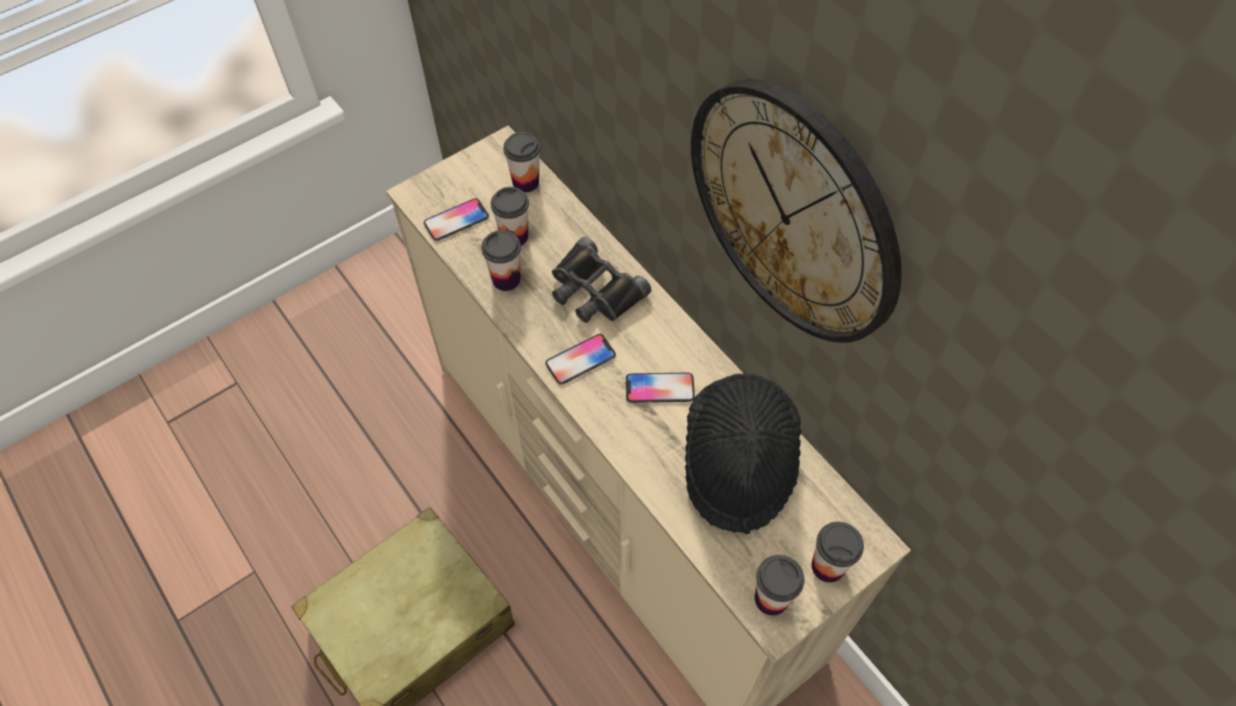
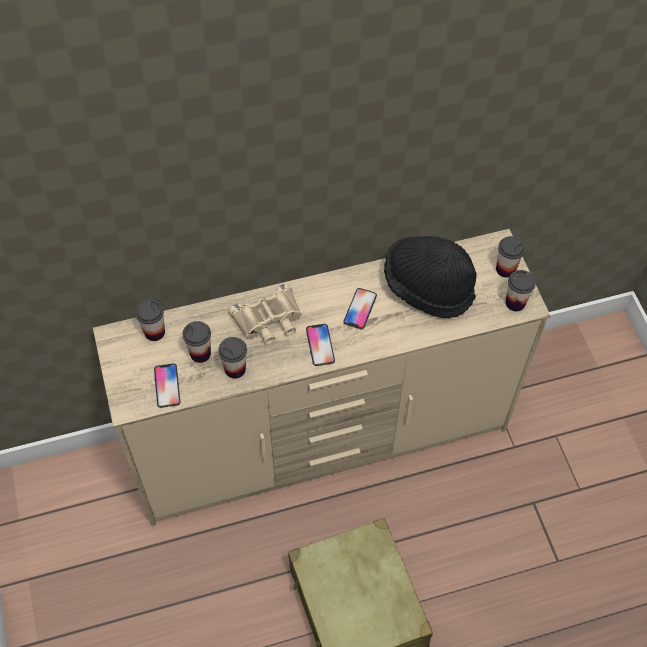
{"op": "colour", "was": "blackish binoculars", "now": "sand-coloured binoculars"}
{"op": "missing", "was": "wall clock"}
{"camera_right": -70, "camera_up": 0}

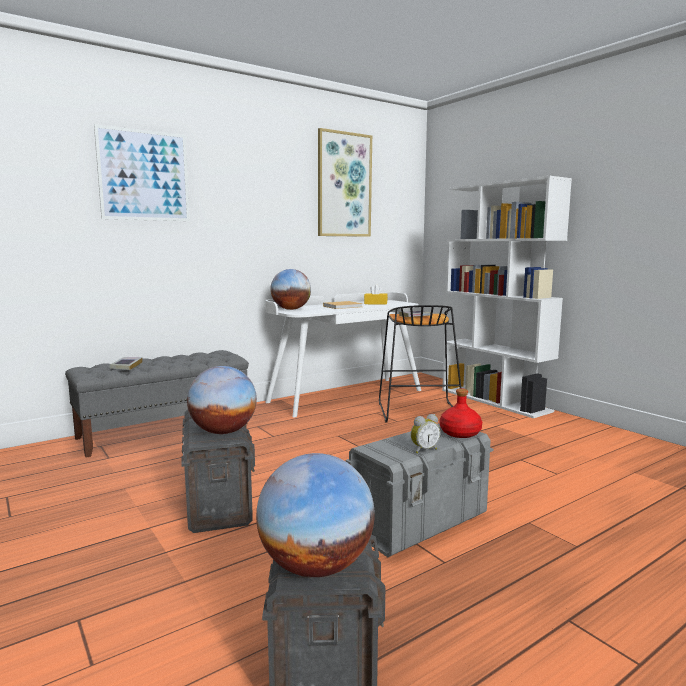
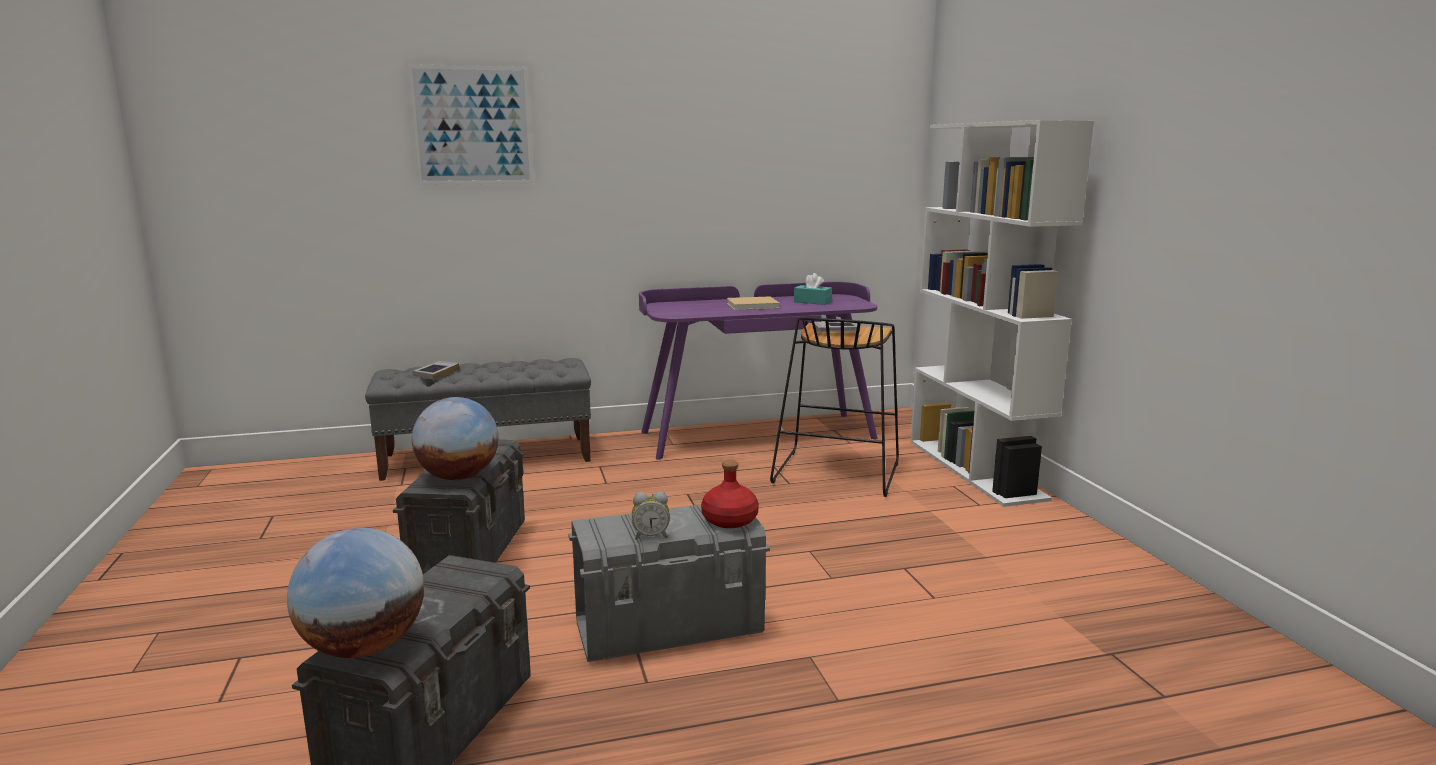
{"op": "colour", "was": "white desk", "now": "purple-coloured desk"}
{"op": "colour", "was": "yellow box of tissues", "now": "blue-green box of tissues"}
{"op": "missing", "was": "globe (no. 2 from left)"}
{"op": "missing", "was": "wall picture (no. 2 from left)"}
{"camera_right": 20, "camera_up": 5}

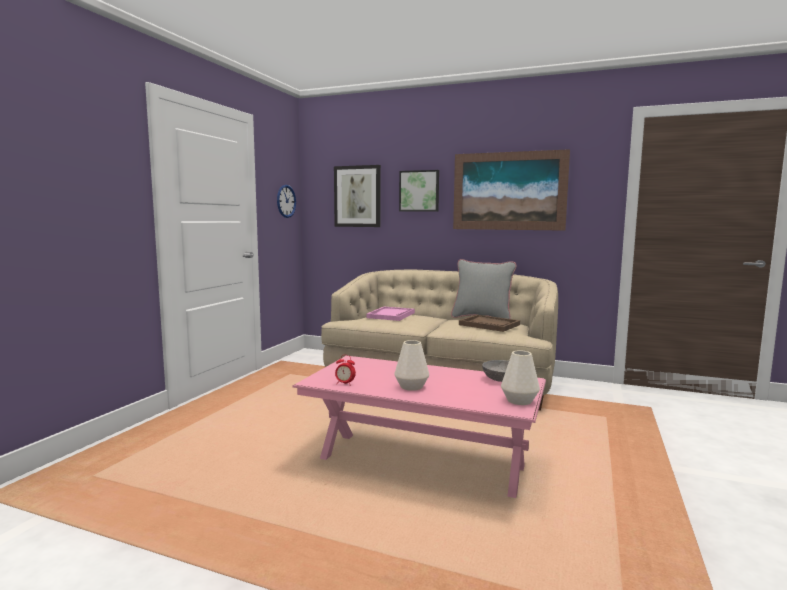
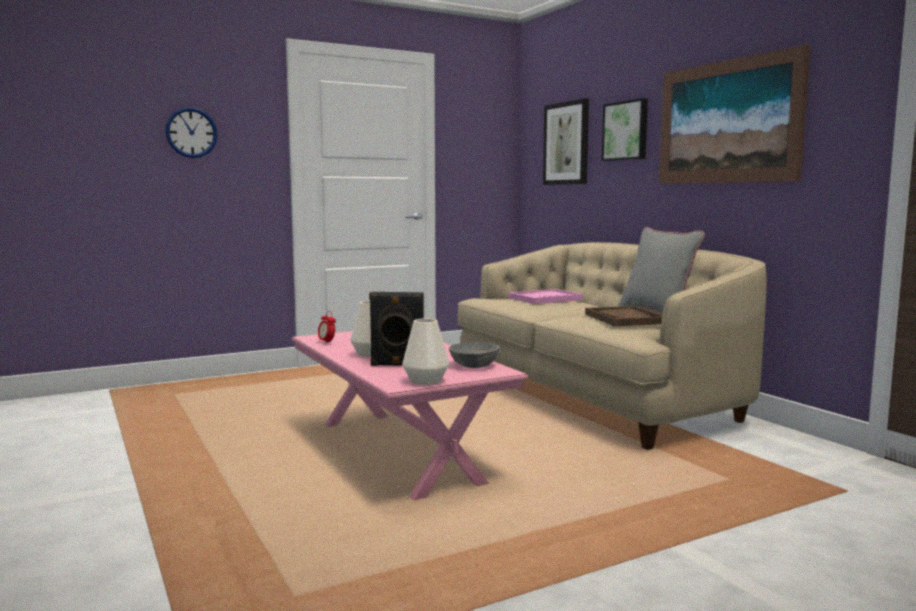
{"op": "relocated", "was": "wall clock"}
{"op": "appeared", "now": "blackish loudspeaker"}
{"camera_right": 40, "camera_up": 0}

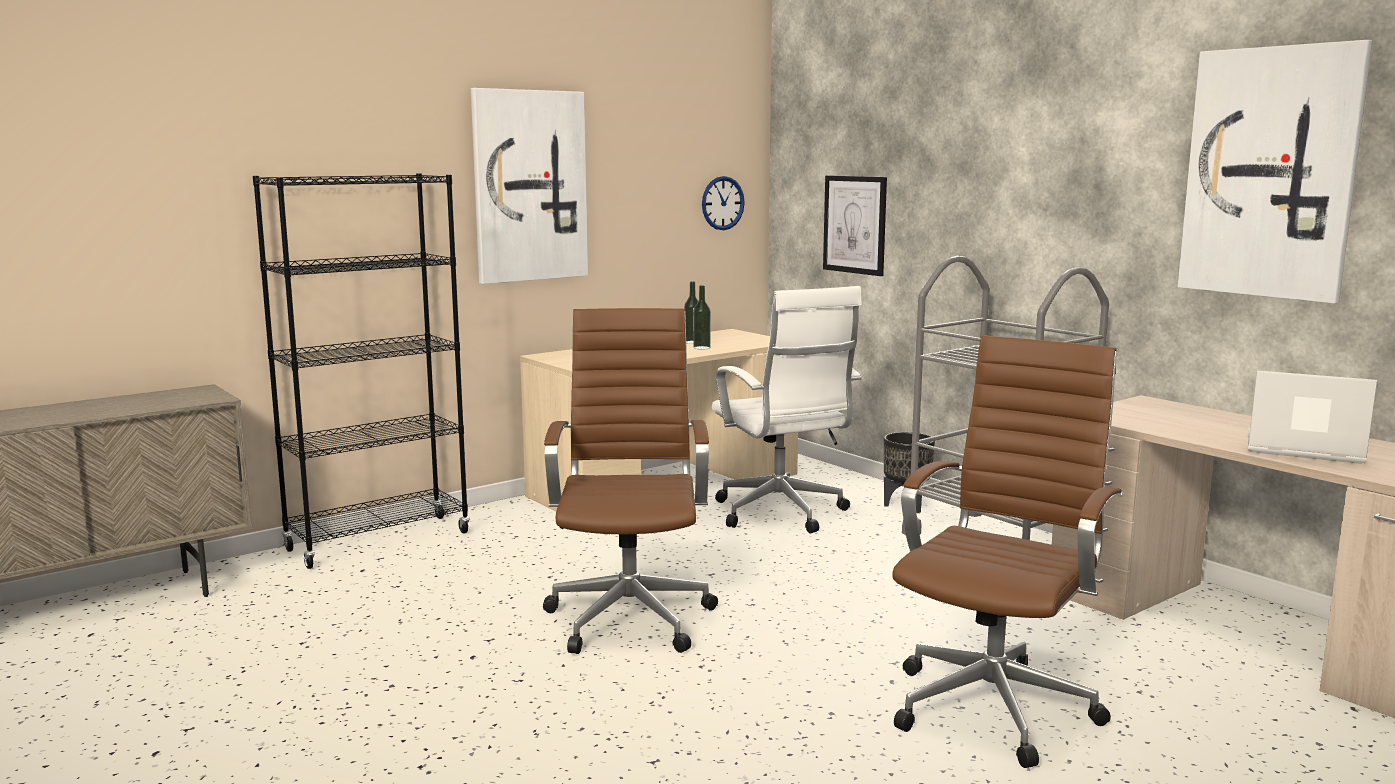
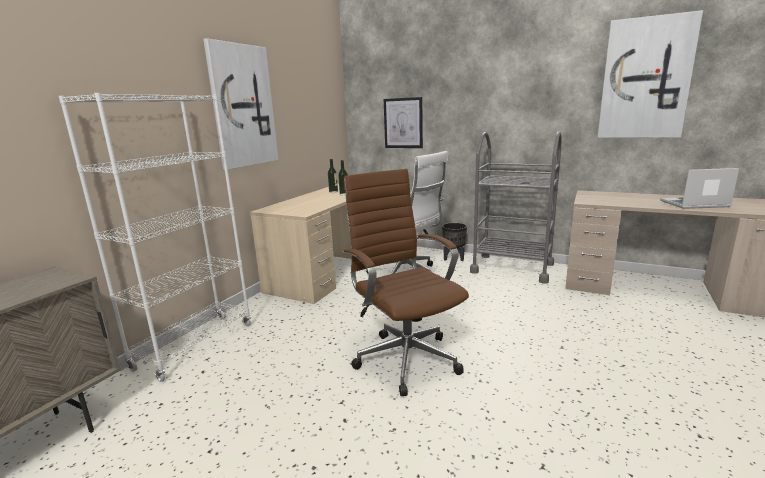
{"op": "colour", "was": "blackish bookcase", "now": "white bookcase"}
{"op": "missing", "was": "wall clock"}
{"op": "missing", "was": "brown desk chair (no. 2 from left)"}
{"camera_right": -25, "camera_up": 5}

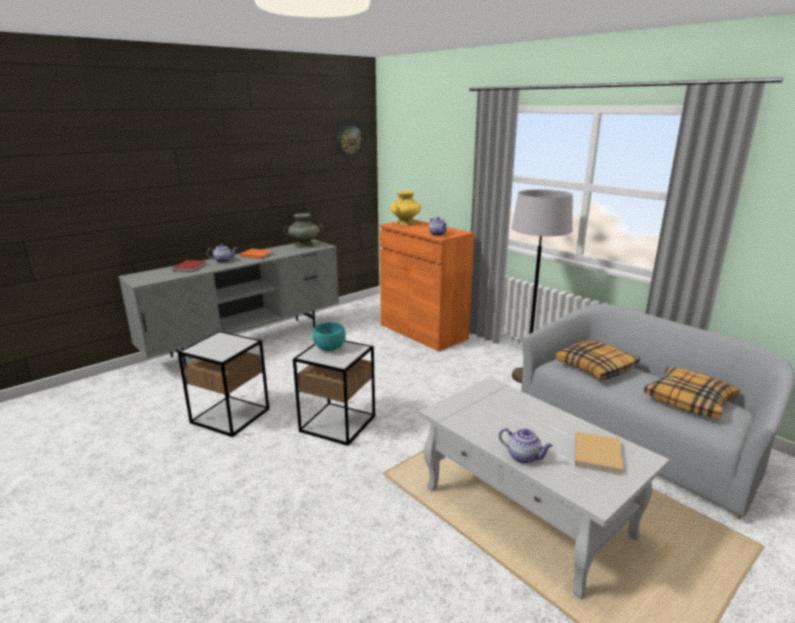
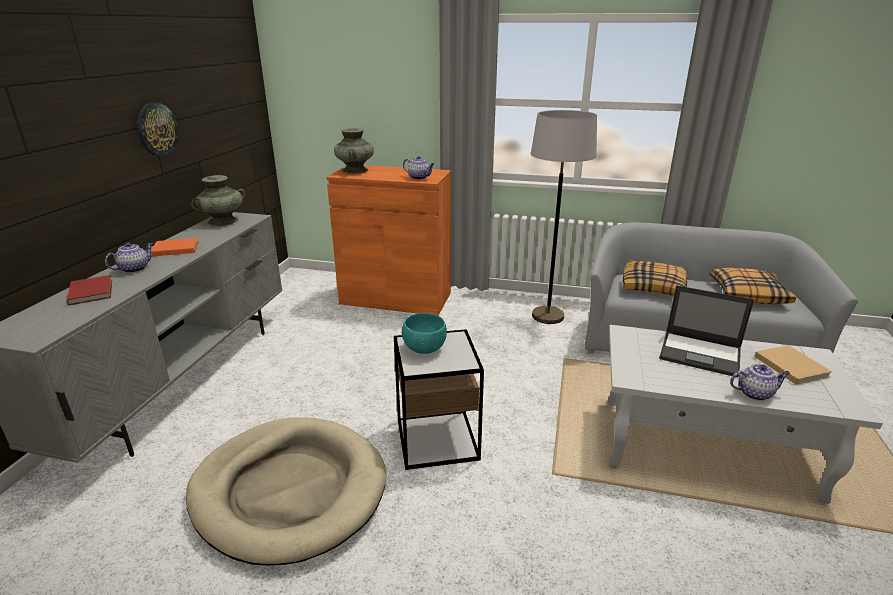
{"op": "relocated", "was": "wall clock"}
{"op": "exchanged", "was": "side table (no. 1 from left)", "now": "sand-coloured pet bed"}
{"op": "colour", "was": "yellow flower vase", "now": "blue-green flower vase (no. 2 from left)"}
{"op": "appeared", "now": "notebook computer"}
{"camera_right": -35, "camera_up": 5}

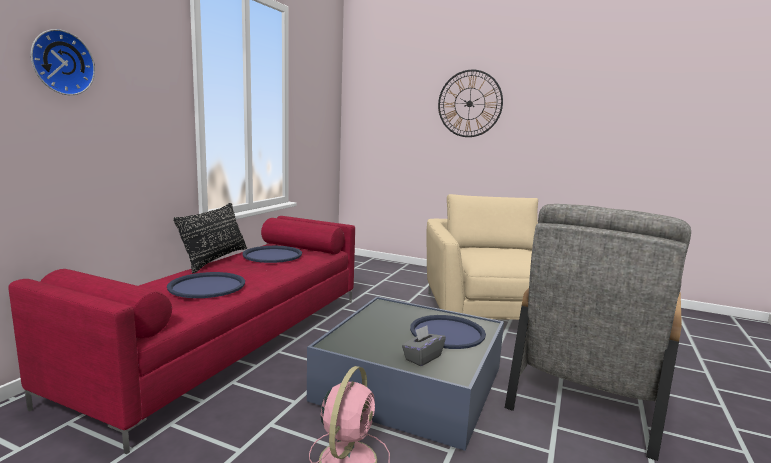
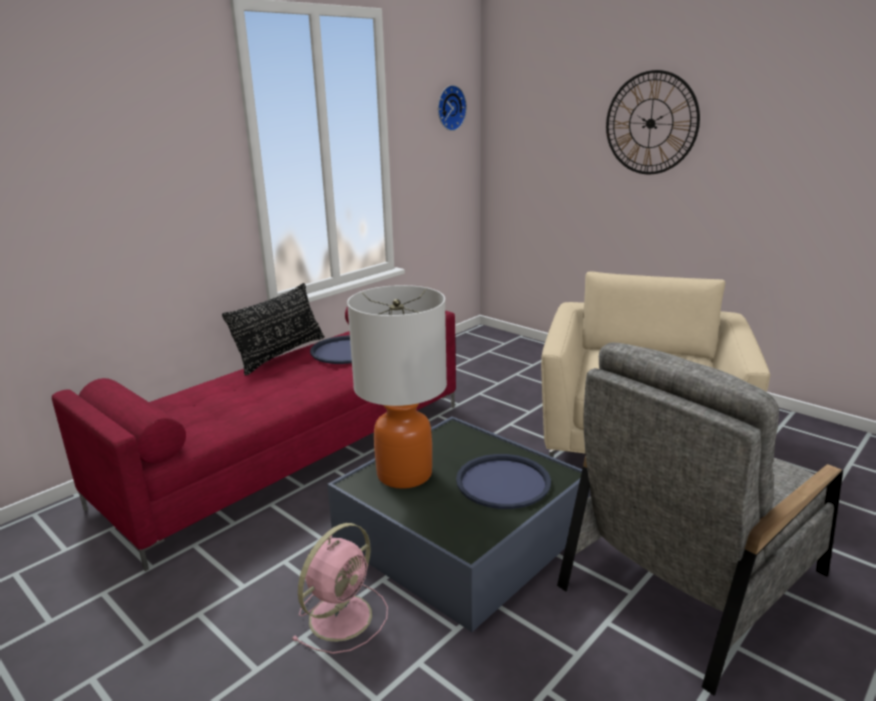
{"op": "appeared", "now": "lamp for a table"}
{"op": "relocated", "was": "wall clock (no. 1 from left)"}
{"op": "missing", "was": "blue tray (no. 1 from left)"}
{"op": "missing", "was": "greyish box of tissues"}
{"camera_right": 20, "camera_up": 10}

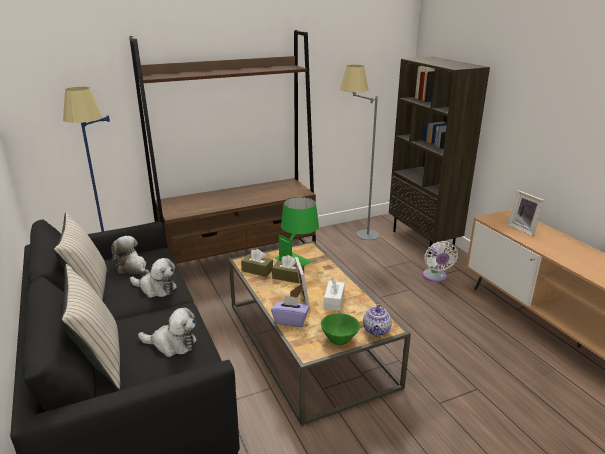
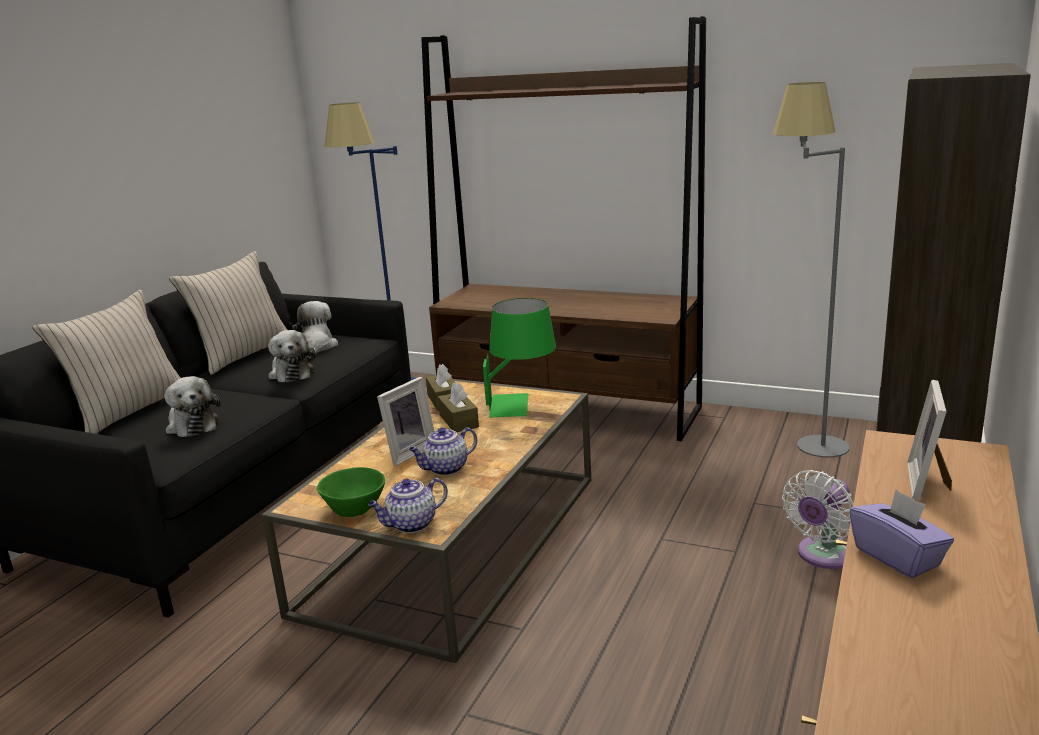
{"op": "exchanged", "was": "white box of tissues", "now": "pot for tea (no. 2 from left)"}
{"op": "relocated", "was": "purple-coloured box of tissues"}
{"camera_right": 50, "camera_up": -5}

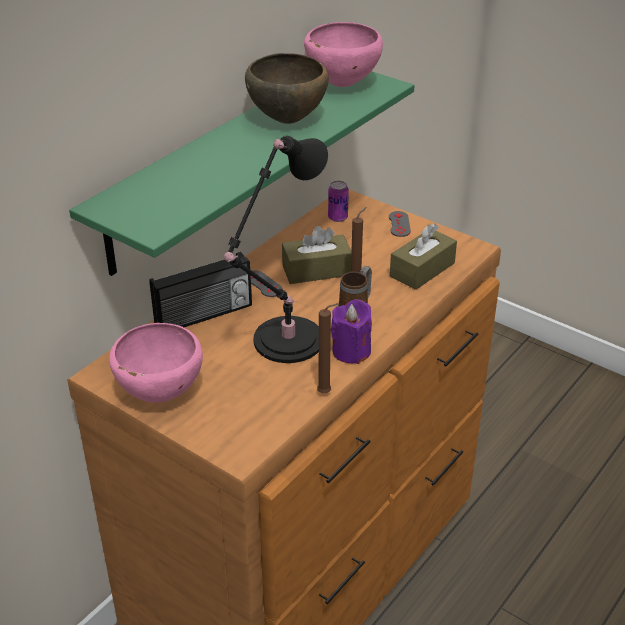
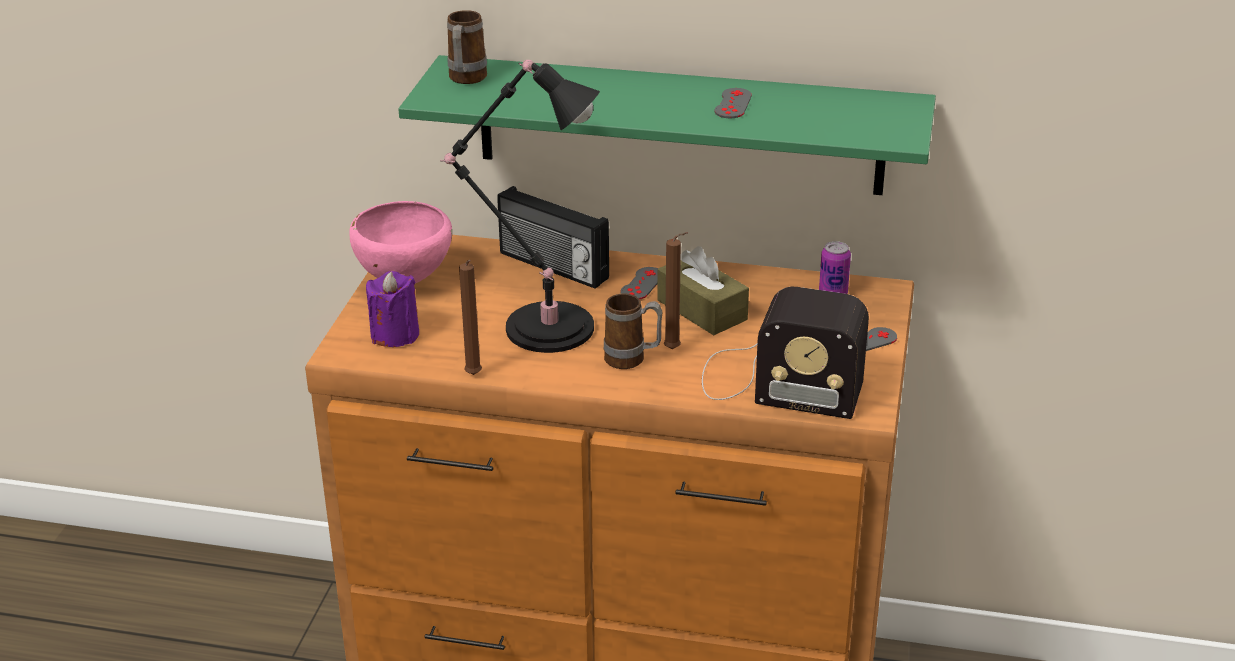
{"op": "relocated", "was": "purple-coloured wax candle"}
{"op": "appeared", "now": "coffee mug (no. 1 from left)"}
{"op": "exchanged", "was": "brown box of tissues (no. 2 from left)", "now": "radio receiver (no. 2 from left)"}
{"op": "exchanged", "was": "brown deep dish", "now": "greyish gamepad (no. 2 from left)"}
{"op": "missing", "was": "pinkish deep dish (no. 2 from left)"}
{"camera_right": 65, "camera_up": -5}

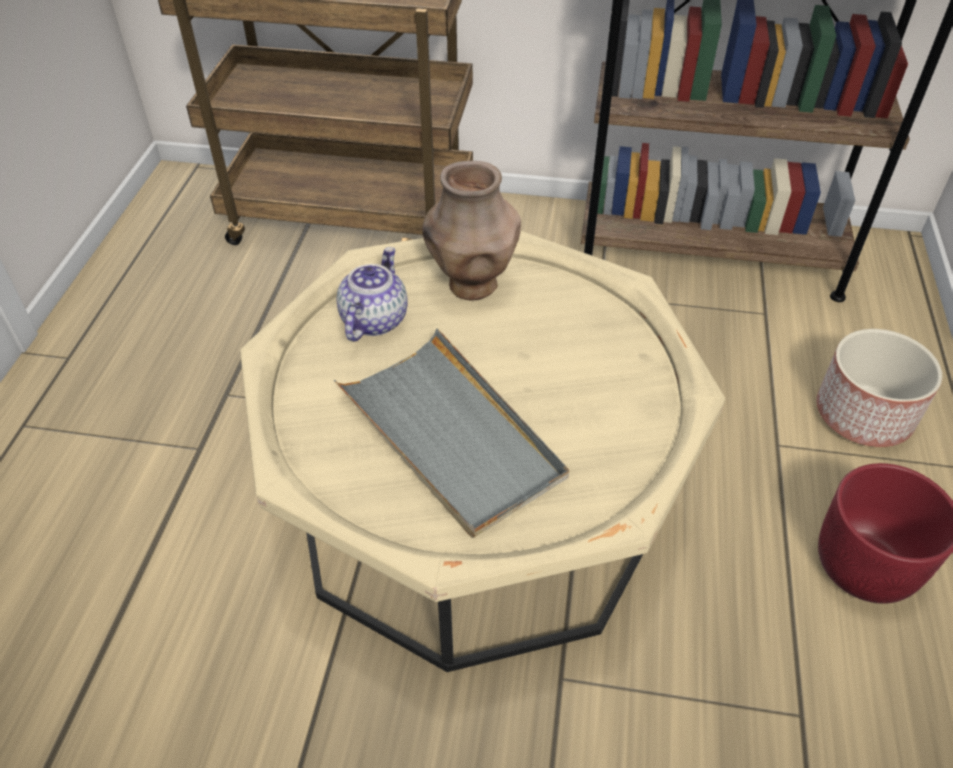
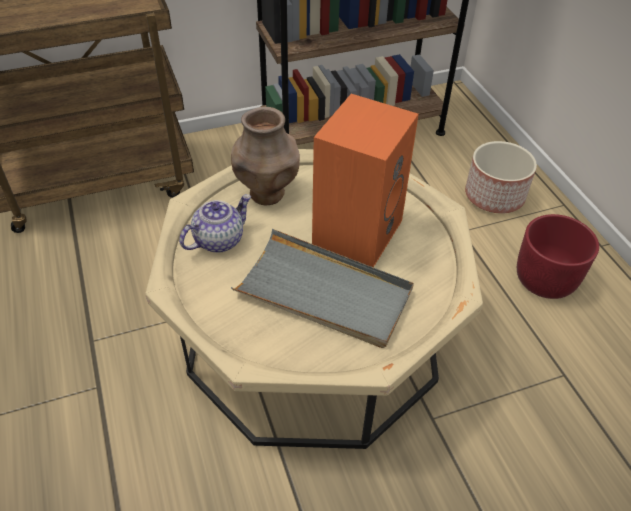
{"op": "spun", "was": "pot for tea", "clockwise": 60}
{"op": "appeared", "now": "orangey loudspeaker"}
{"camera_right": -30, "camera_up": 0}

